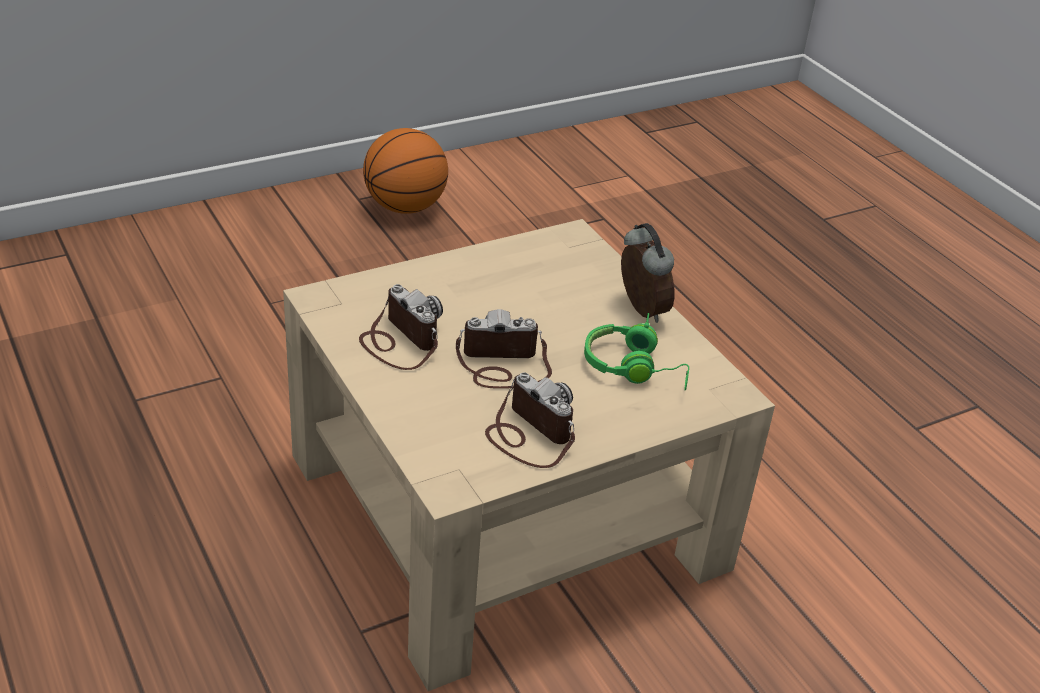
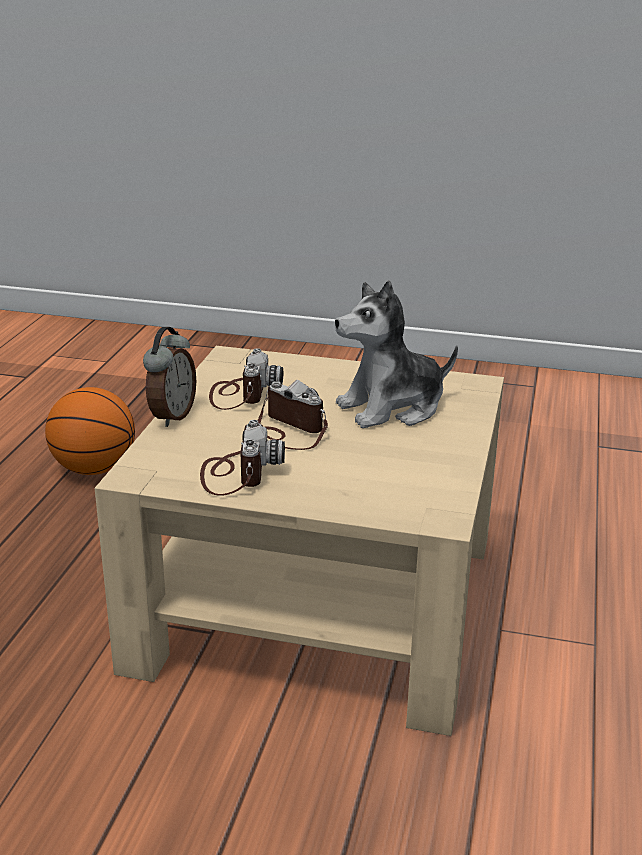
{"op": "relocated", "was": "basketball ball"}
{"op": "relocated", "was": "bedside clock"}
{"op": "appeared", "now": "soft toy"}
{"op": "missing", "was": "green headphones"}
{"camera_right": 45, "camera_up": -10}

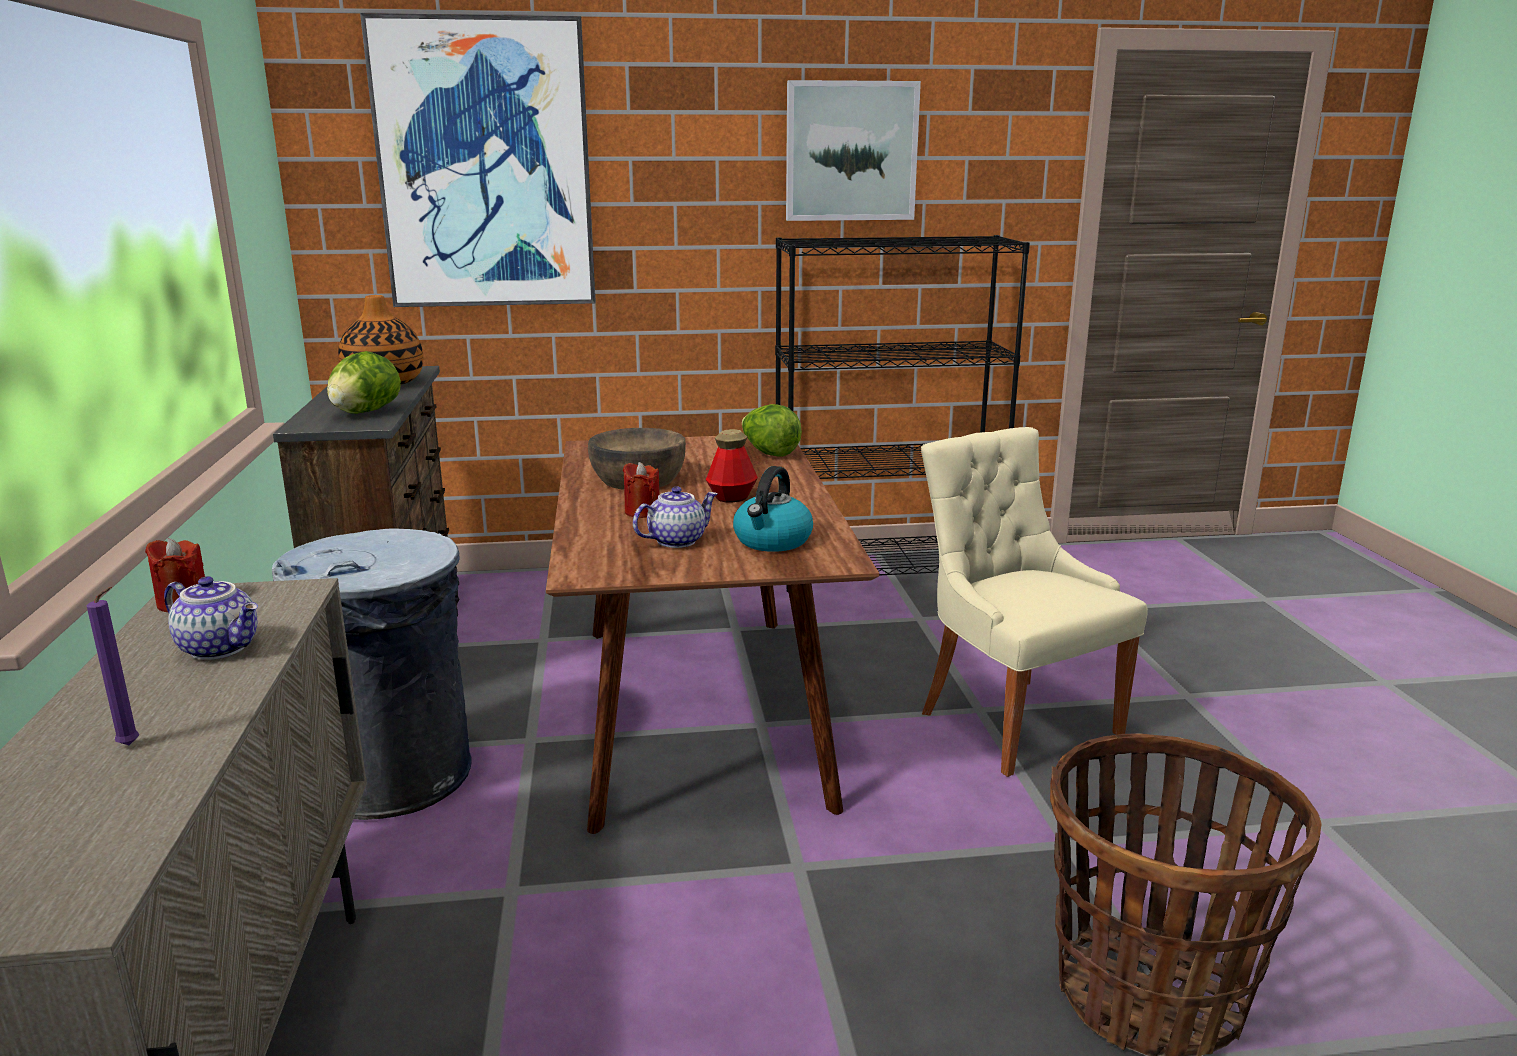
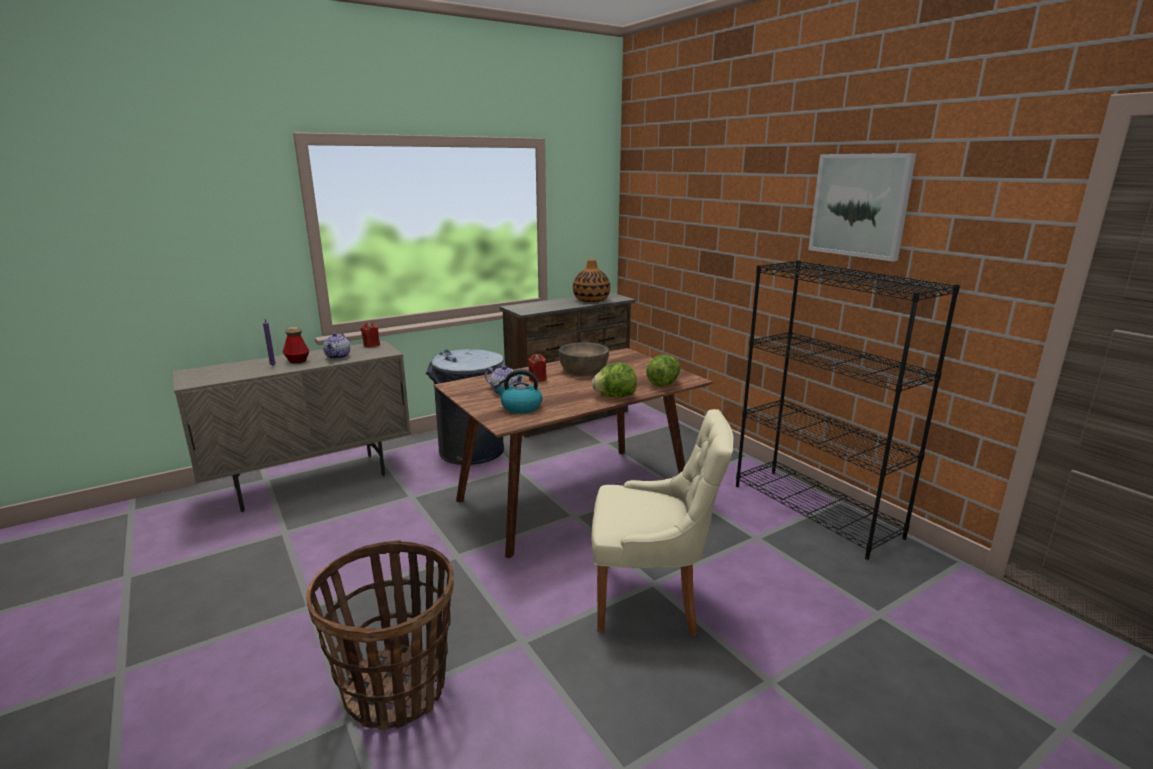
{"op": "relocated", "was": "beverage bottle"}
{"op": "spun", "was": "sand-coloured chair", "clockwise": 60}
{"op": "relocated", "was": "lettuce (no. 1 from left)"}
{"op": "missing", "was": "wall picture (no. 1 from left)"}
{"camera_right": 65, "camera_up": 0}

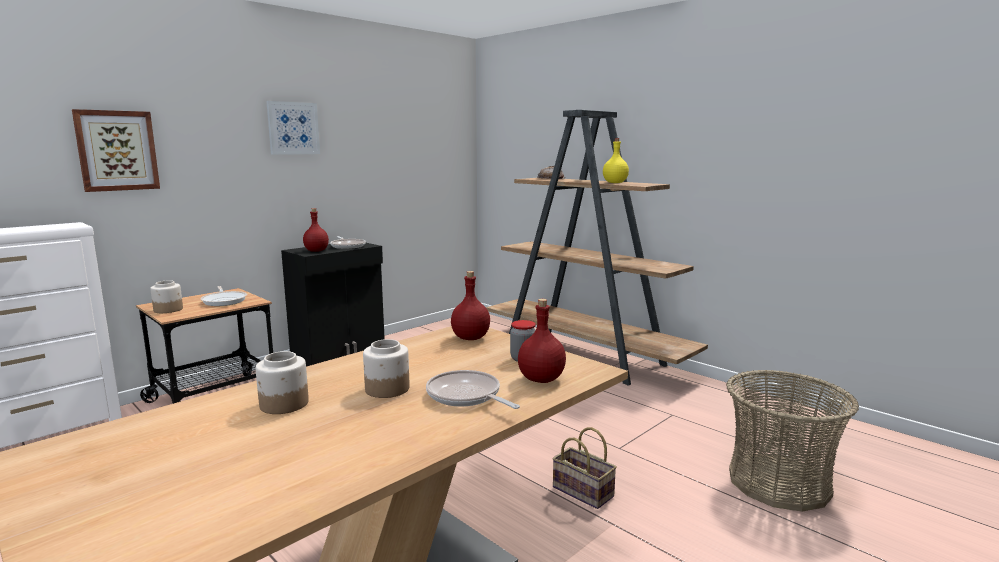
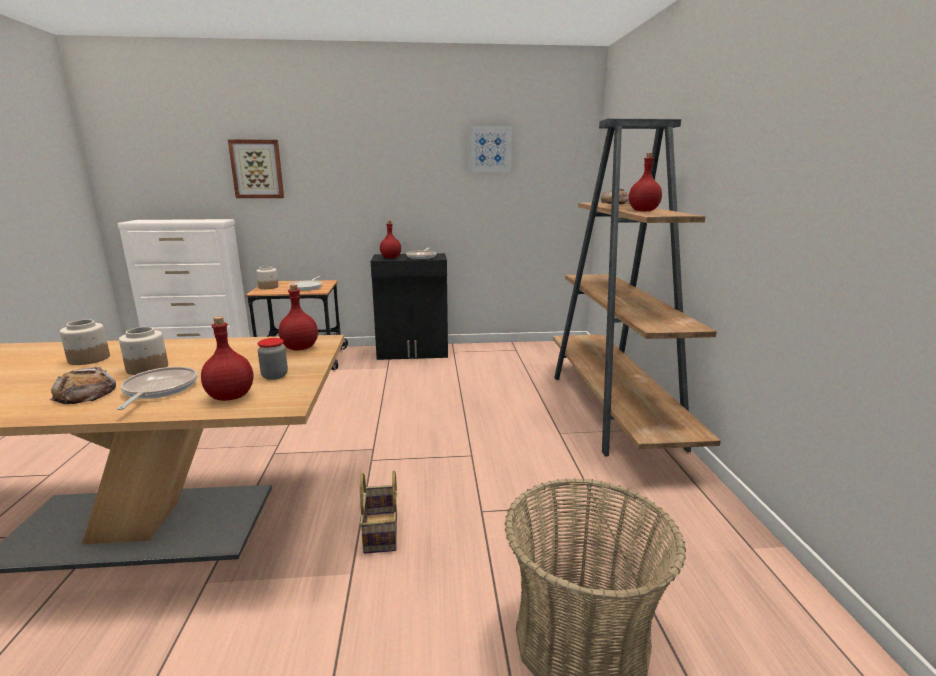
{"op": "appeared", "now": "baked bread (no. 1 from left)"}
{"op": "relocated", "was": "wall picture (no. 2 from left)"}
{"op": "colour", "was": "yellow beverage bottle", "now": "red-coloured beverage bottle (no. 4 from left)"}
{"camera_right": 40, "camera_up": 5}

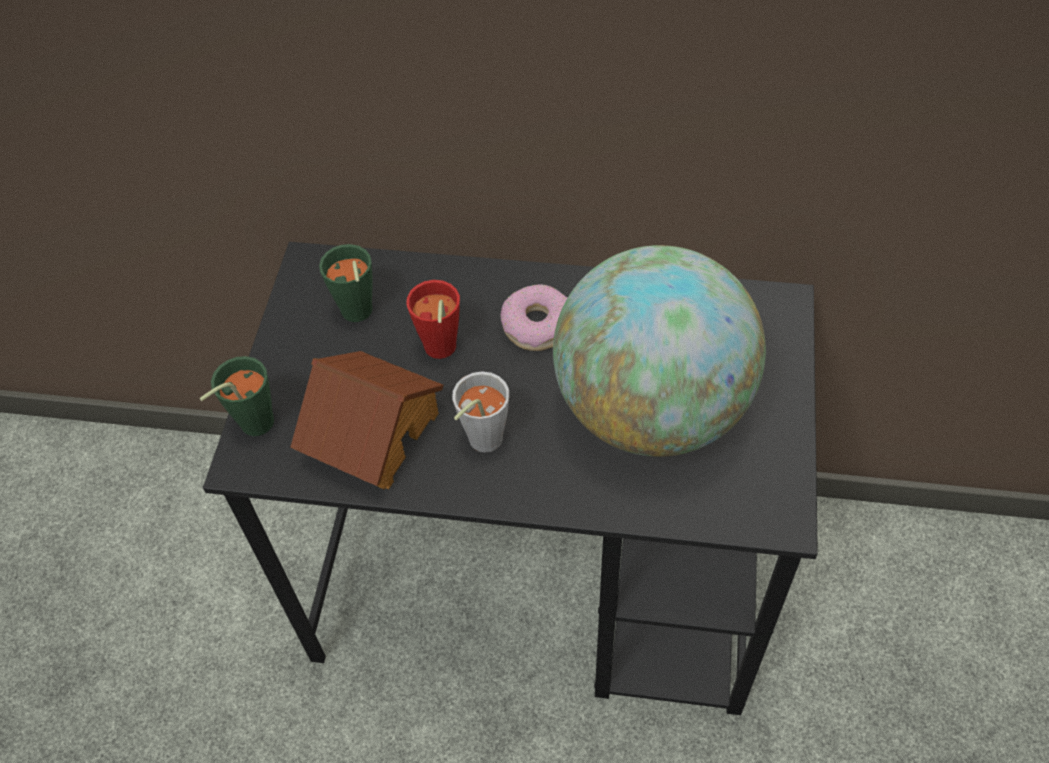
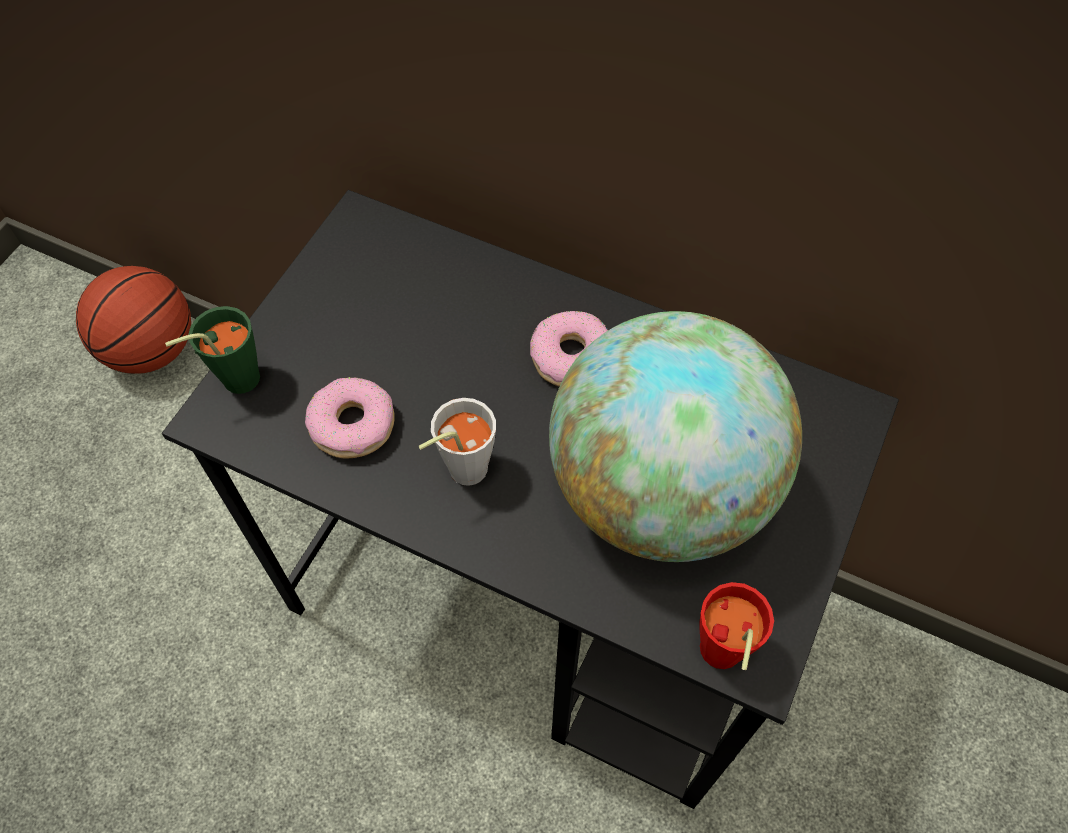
{"op": "appeared", "now": "basketball ball"}
{"op": "exchanged", "was": "model house", "now": "donut (no. 1 from left)"}
{"op": "relocated", "was": "red-coloured cup"}
{"op": "missing", "was": "green cup (no. 2 from left)"}
{"camera_right": 15, "camera_up": 5}

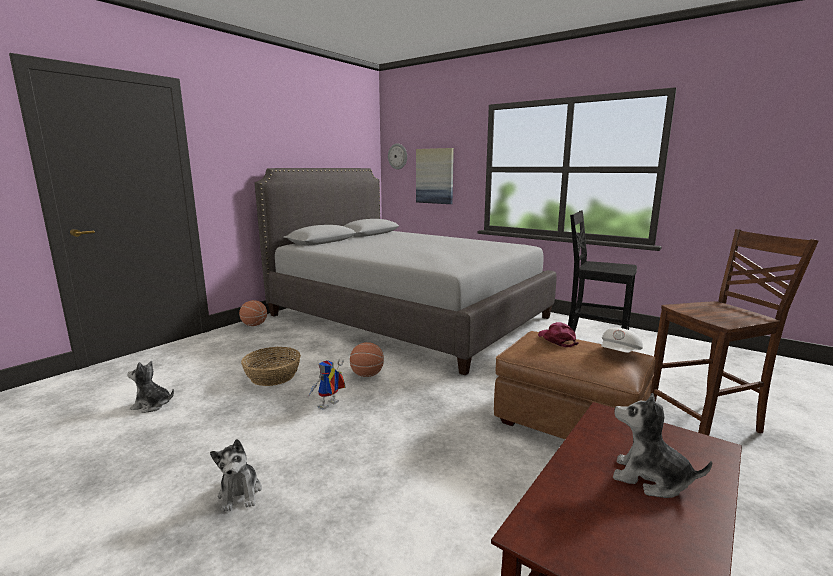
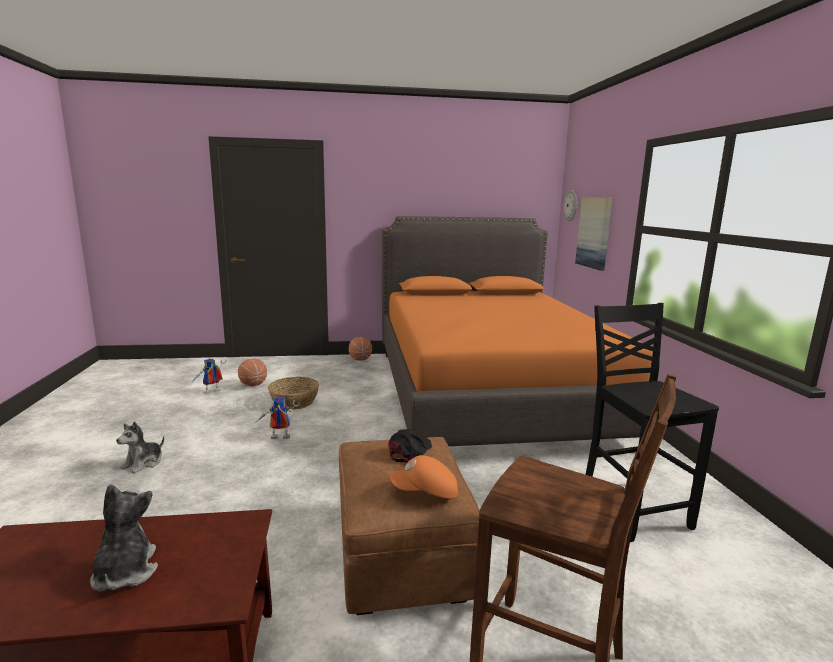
{"op": "exchanged", "was": "soft toy (no. 1 from left)", "now": "model robot (no. 1 from left)"}
{"op": "relocated", "was": "basketball ball (no. 2 from left in the first image)", "now": "basketball ball (no. 1 from left)"}
{"op": "colour", "was": "greyish bedroom bed", "now": "orangey bedroom bed"}
{"op": "colour", "was": "pinkish baseball cap", "now": "blackish baseball cap"}
{"op": "colour", "was": "white baseball cap", "now": "orangey baseball cap"}
{"camera_right": 45, "camera_up": 0}

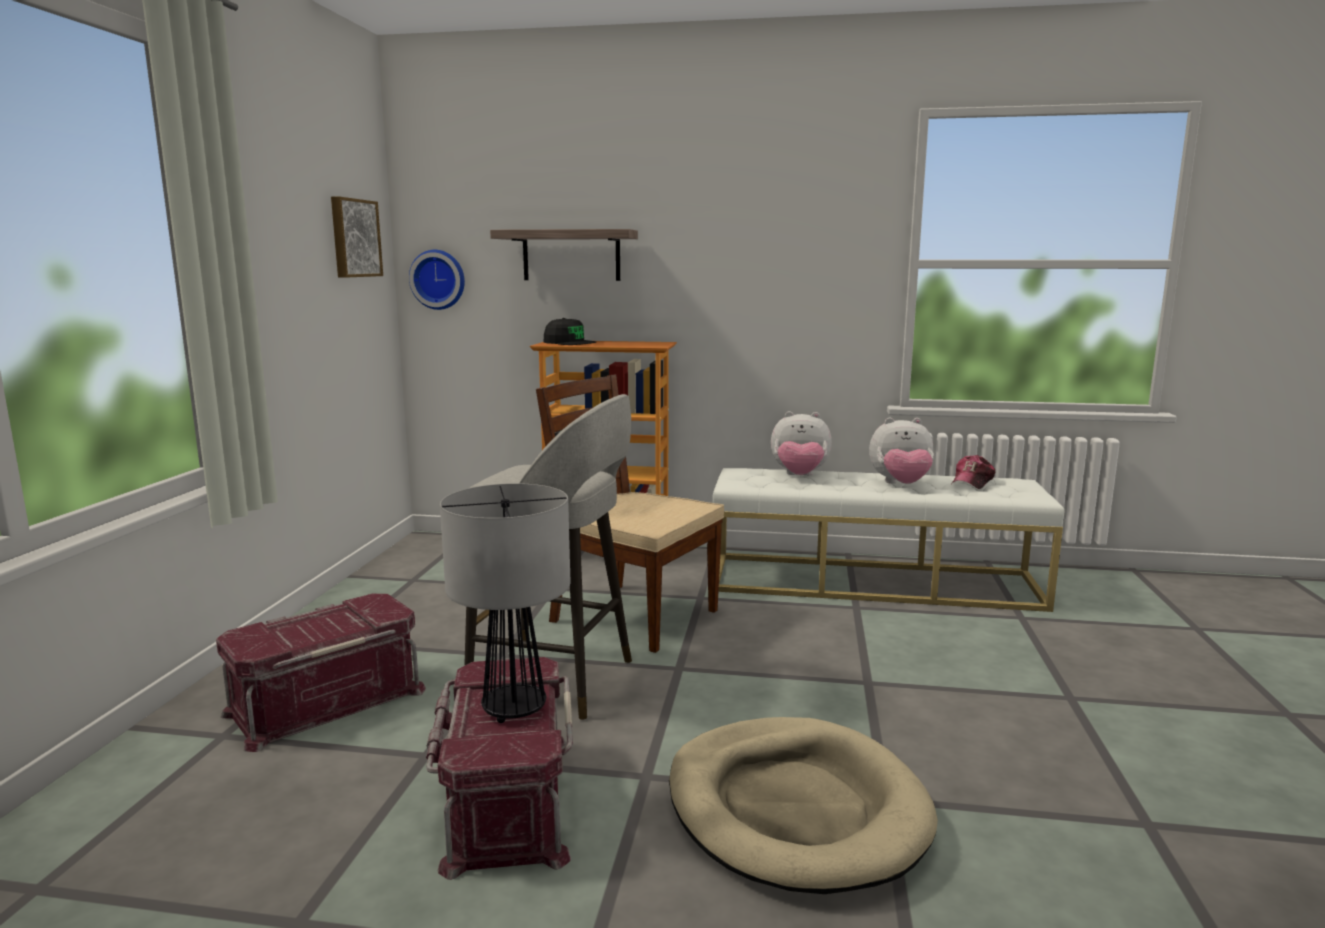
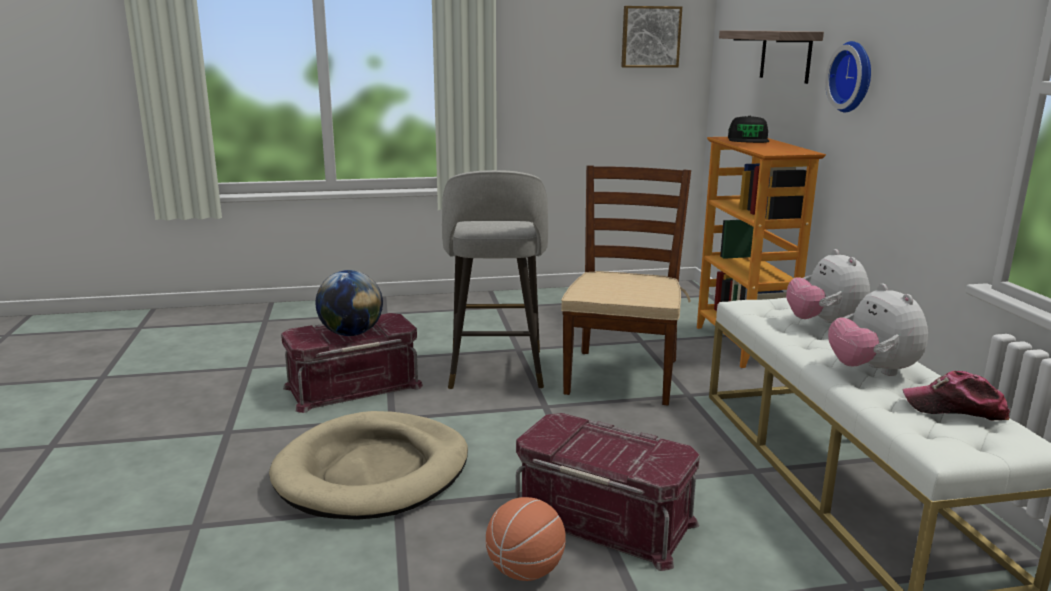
{"op": "exchanged", "was": "lamp for a table", "now": "globe"}
{"op": "appeared", "now": "basketball ball"}
{"op": "relocated", "was": "red-coloured storage bin (no. 1 from left in the first image)", "now": "red-coloured storage bin (no. 2 from left)"}
{"op": "relocated", "was": "wall clock"}
{"camera_right": 70, "camera_up": 5}

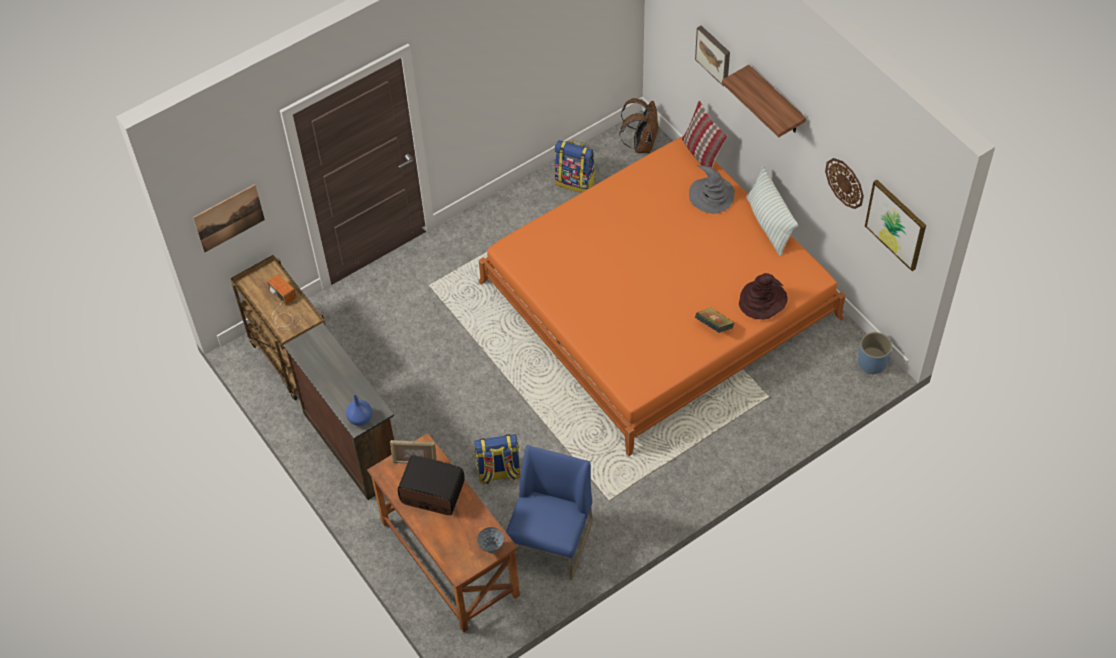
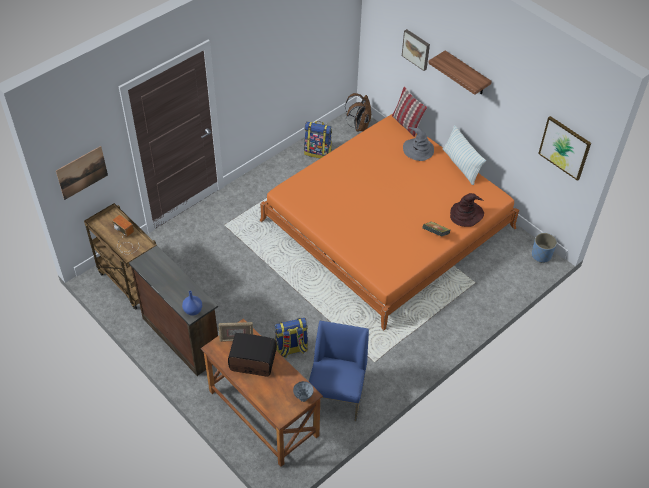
{"op": "missing", "was": "wall clock"}
{"camera_right": -10, "camera_up": -5}

